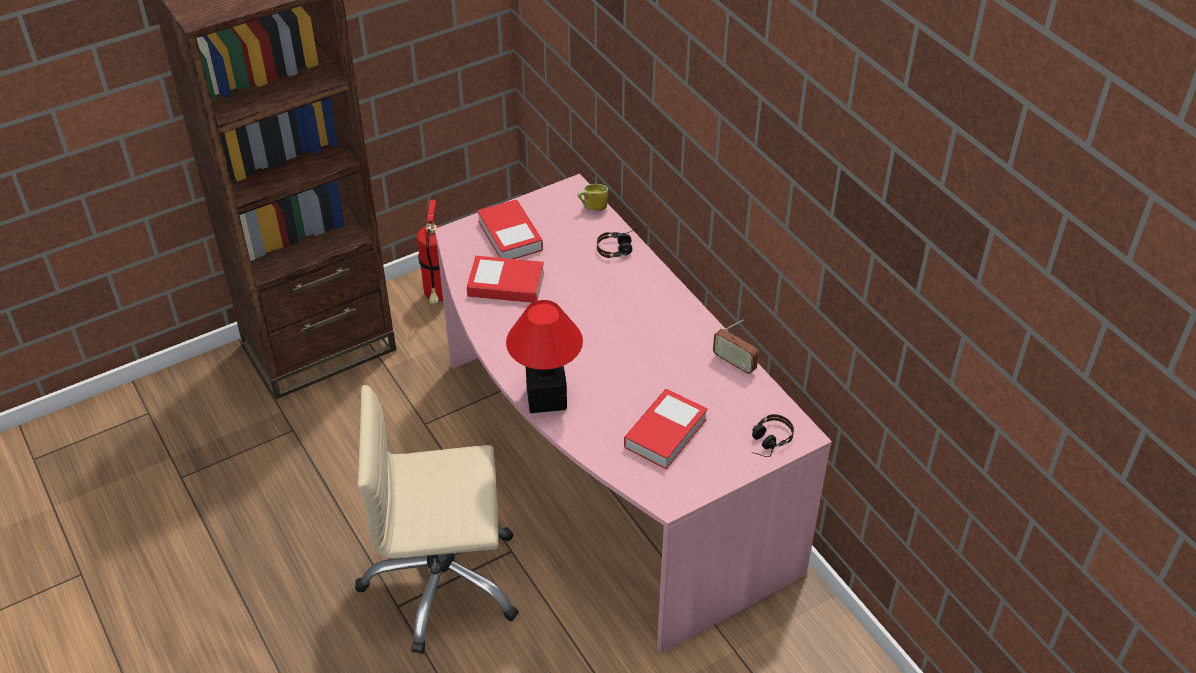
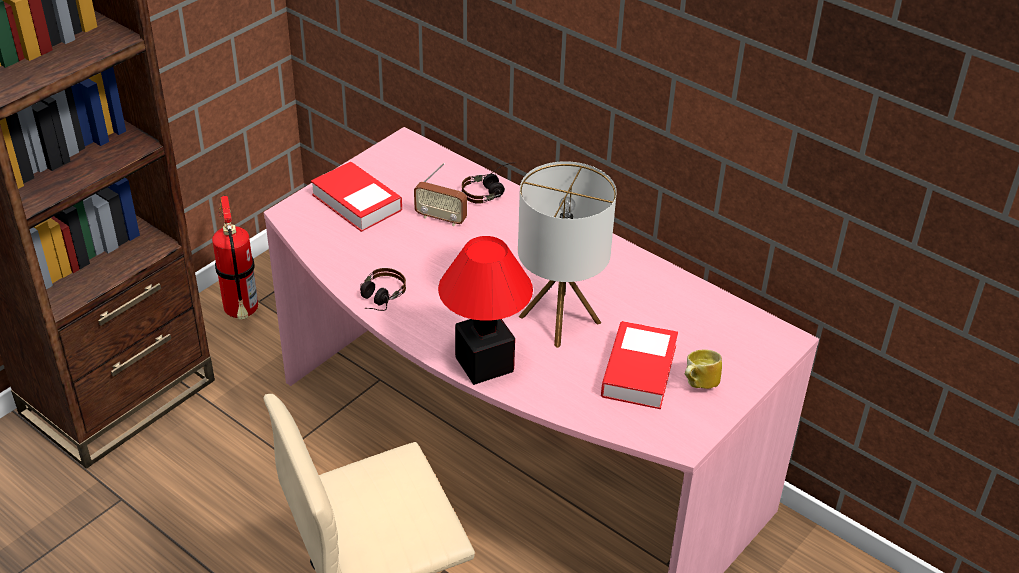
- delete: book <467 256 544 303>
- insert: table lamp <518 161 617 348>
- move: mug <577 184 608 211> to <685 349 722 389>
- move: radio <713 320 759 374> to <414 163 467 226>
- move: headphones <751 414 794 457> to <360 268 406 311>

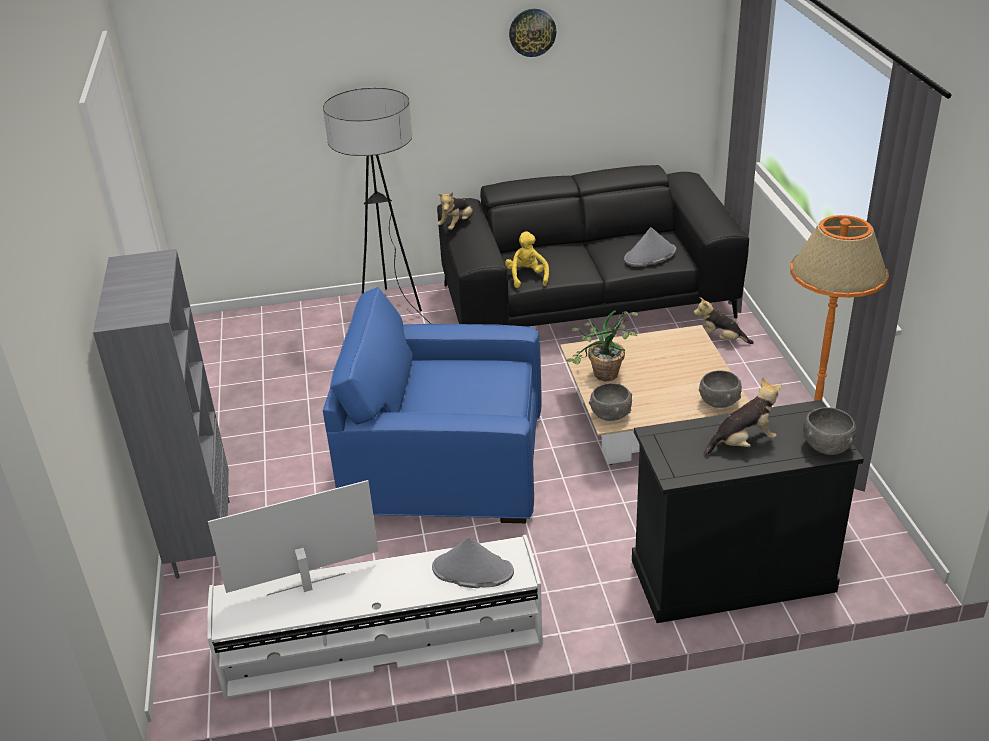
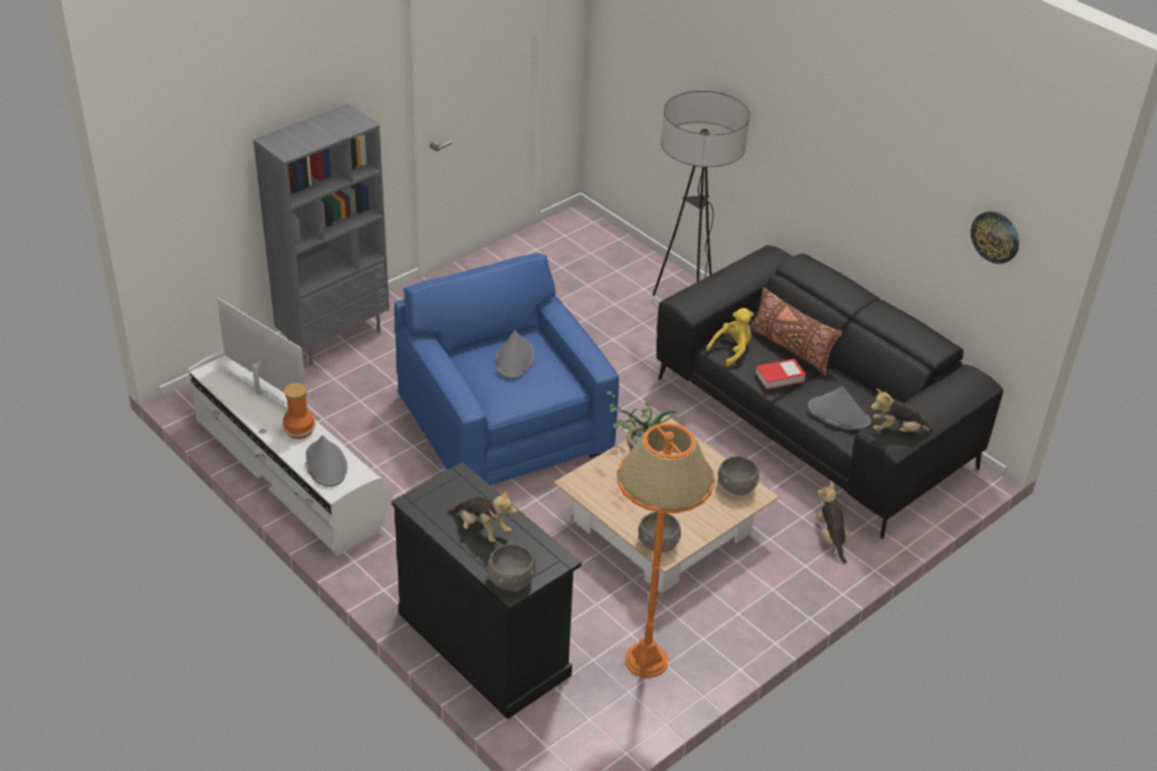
- insert: vase <282 383 316 439>
- insert: grey hat <495 330 534 379>
- insert: brown pillow <750 288 842 375>
- insert: book <755 359 806 390>
- move: plush toy <437 192 473 230> to <871 389 934 432>
- move: wall clock <509 9 556 57> to <971 211 1019 264>
- move: grey bowl <589 383 632 421> to <718 456 759 495>

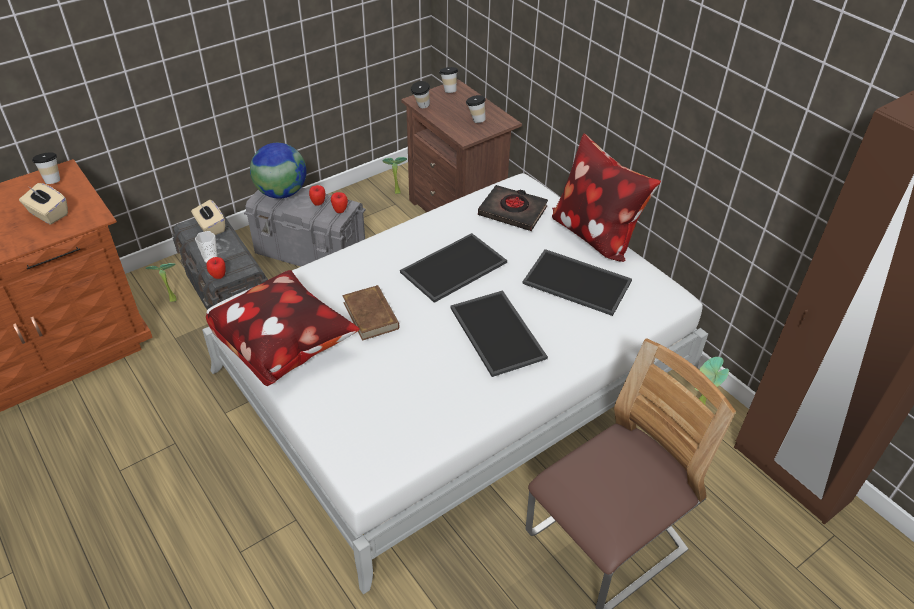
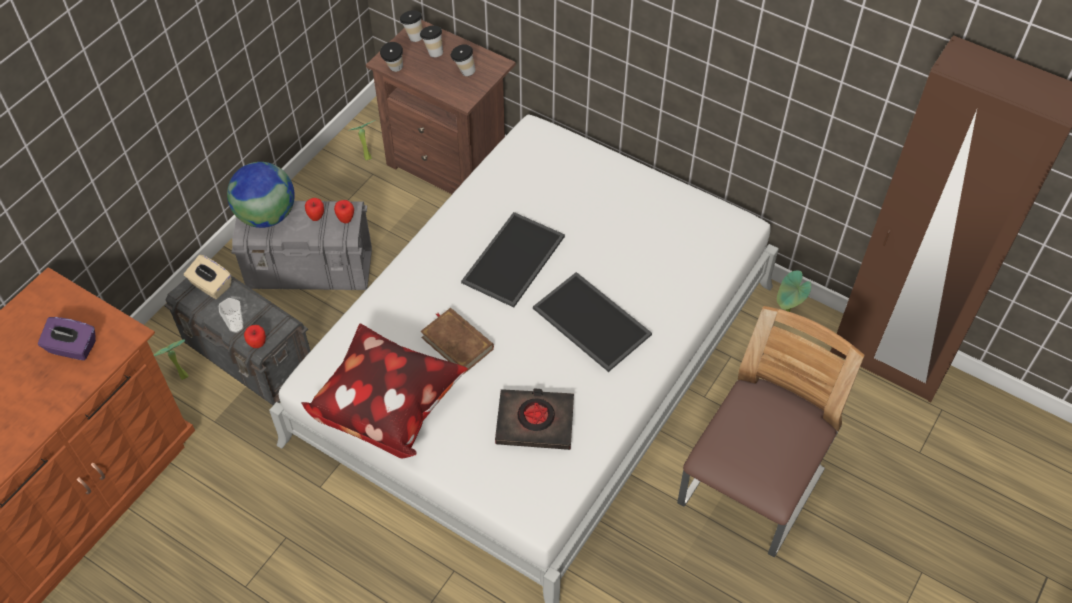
- delete: tray <522 249 632 316>
- delete: pillow <552 133 661 262>
- move: cup <32 152 60 184> to <420 25 443 57>
- move: black book <478 185 548 231> to <495 389 574 450>
- recolor: beige tissue box <19 183 68 224> to purple tissue box <38 317 96 360>

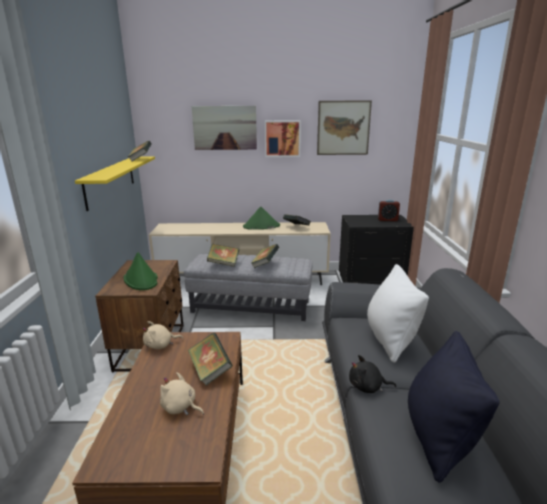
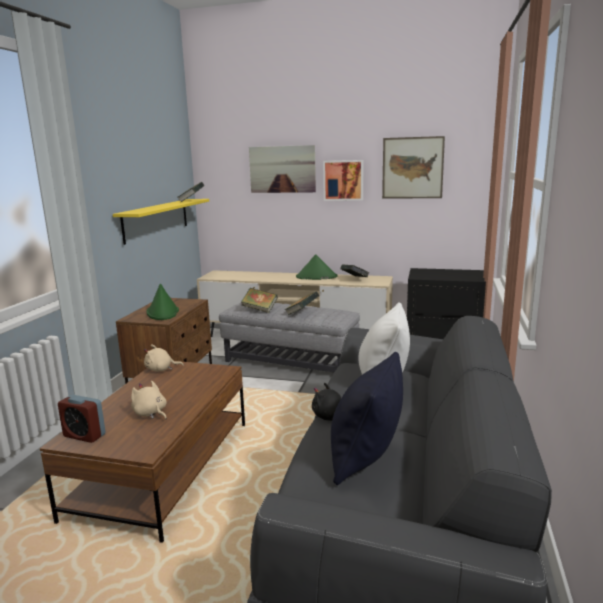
- delete: book <188 333 233 386>
- move: alarm clock <378 200 400 221> to <58 395 106 443>

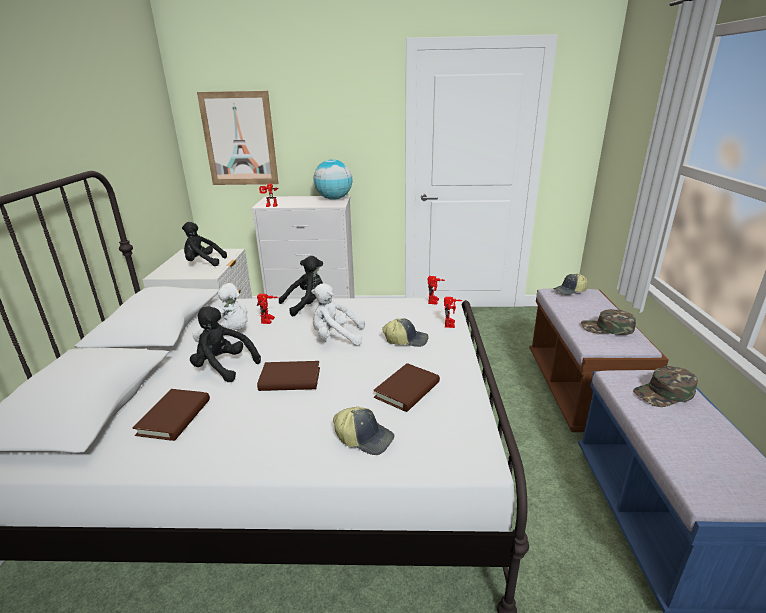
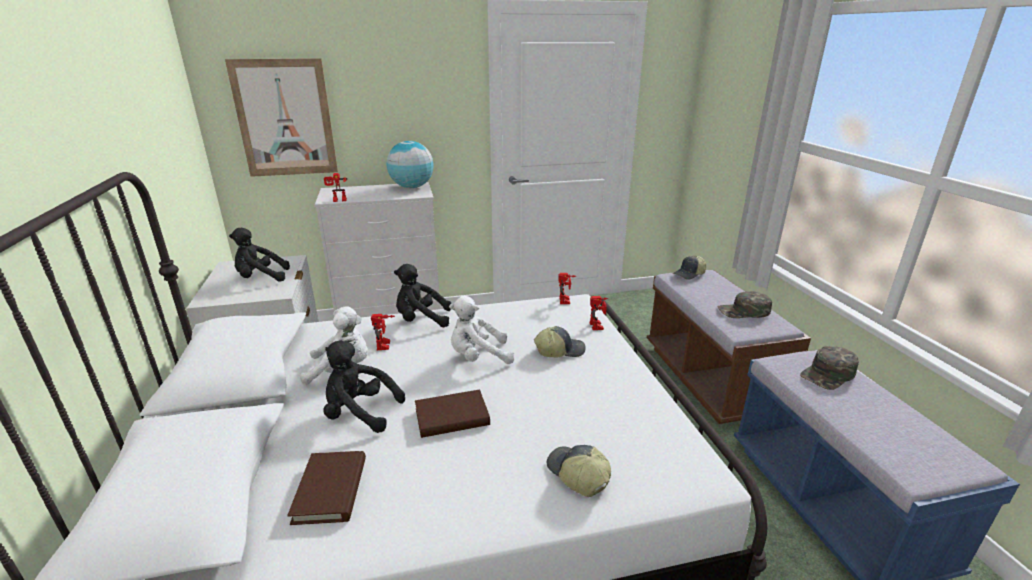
- delete: brown book <373 363 440 412>
- rotate: black plush toy <279 256 323 316> = <394 264 451 327> 135 degrees counterclockwise
- rotate: cap <333 407 395 455> = <547 445 611 497> 135 degrees counterclockwise

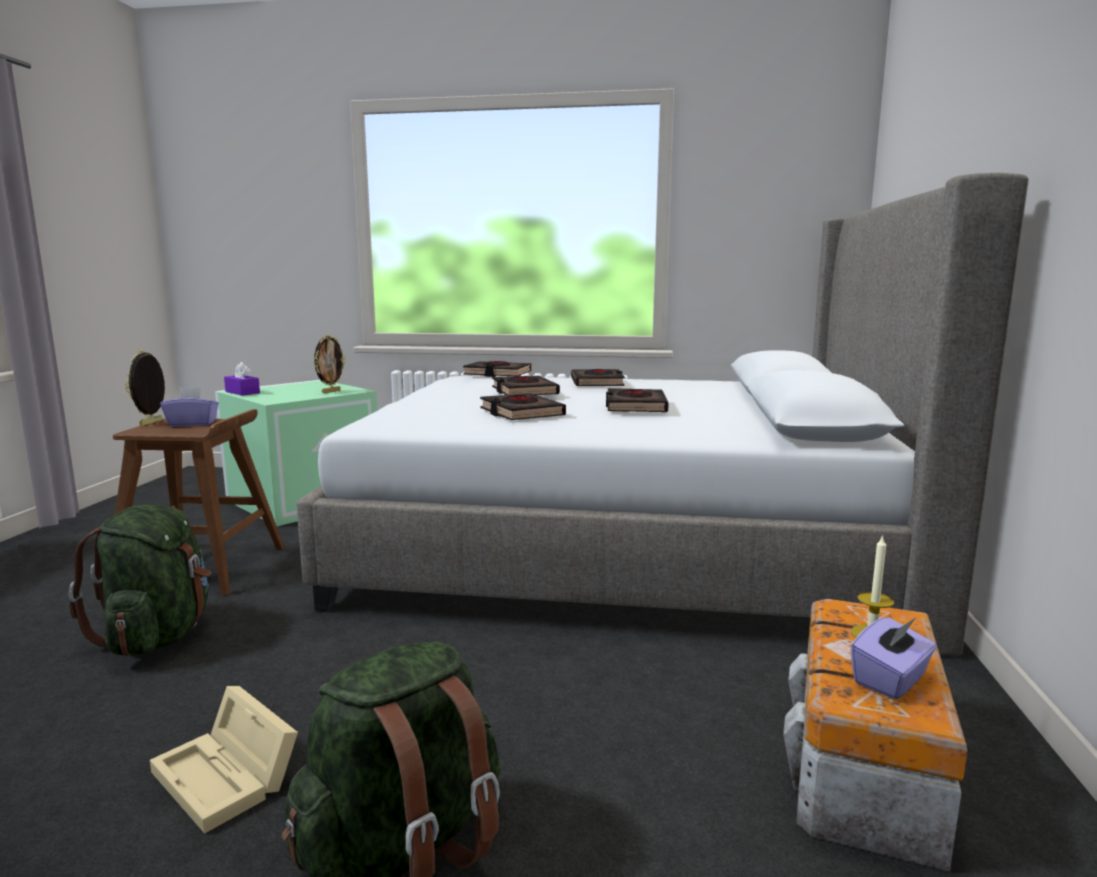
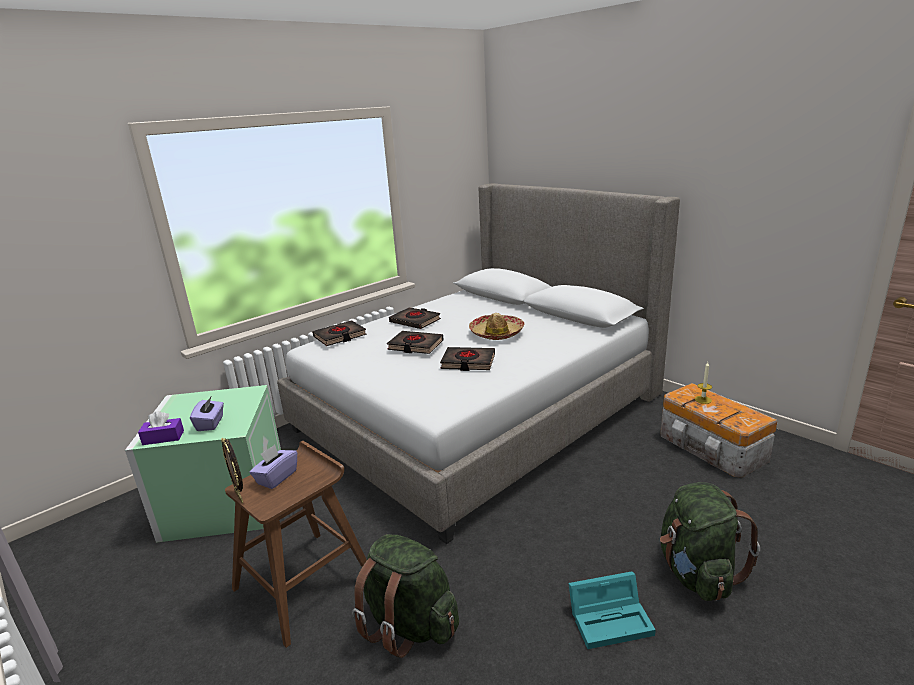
- delete: picture frame <313 334 346 393>
- move: purple tissue box <851 617 937 700> to <190 397 224 431>
- replace: black book <606 388 669 412> to hat <469 313 525 340>
- recolor: beige storage box <150 686 298 833> to turquoise storage box <568 571 656 649>

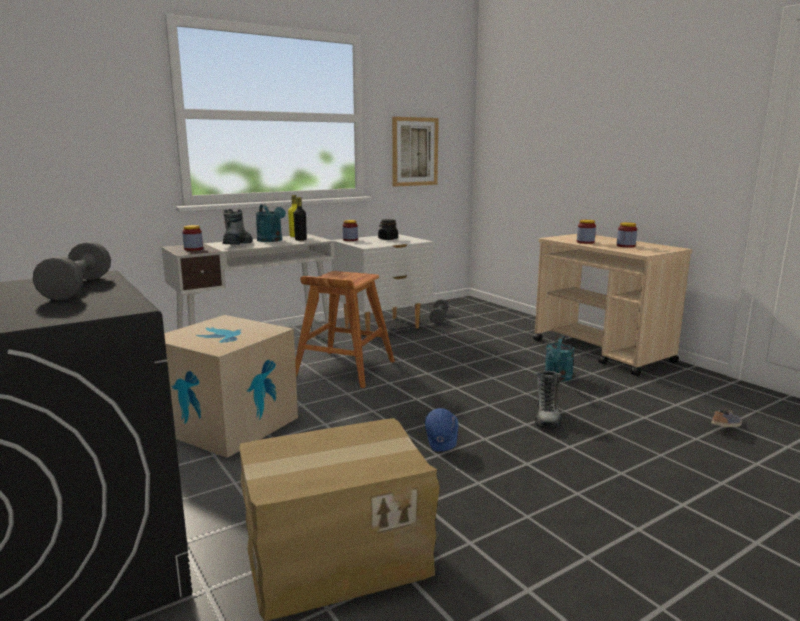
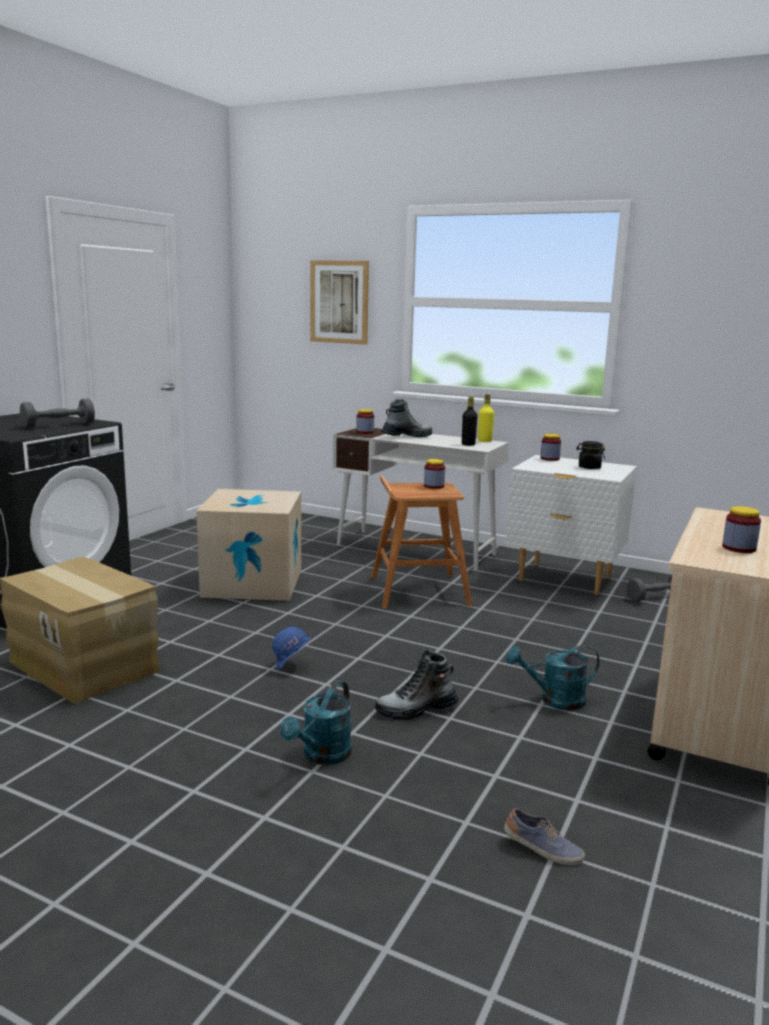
- move: turquoise watering can <255 204 286 242> to <280 681 352 765>
- move: picture <392 117 439 187> to <310 260 369 345>
- move: jar <577 220 596 244> to <424 459 445 489>

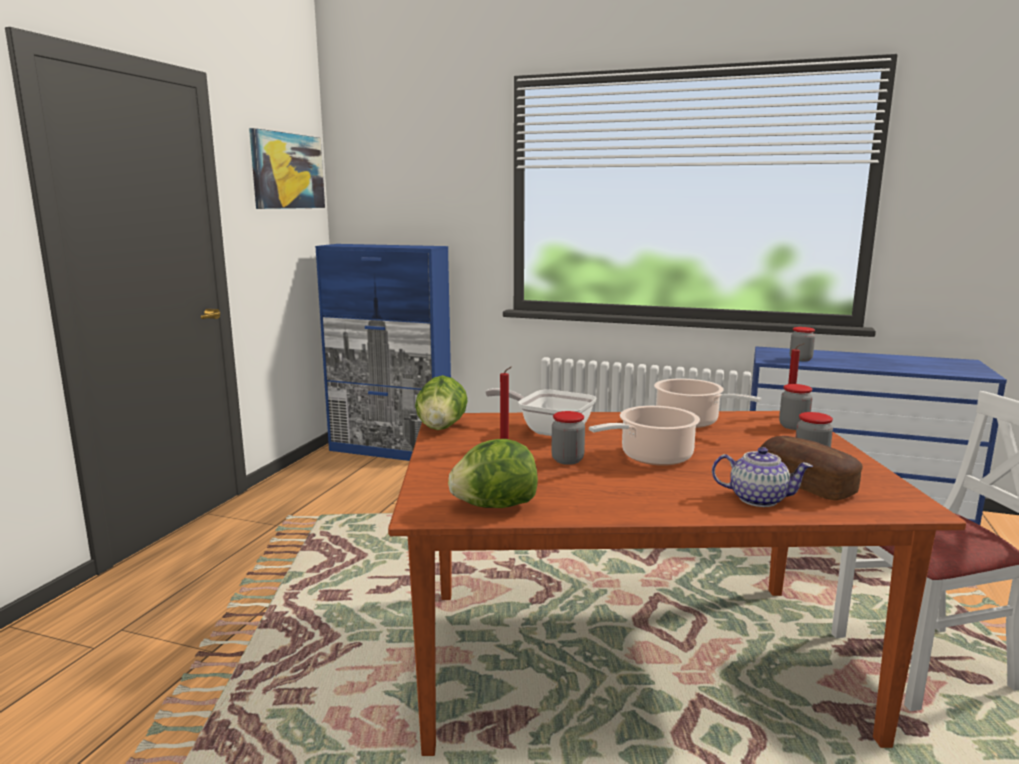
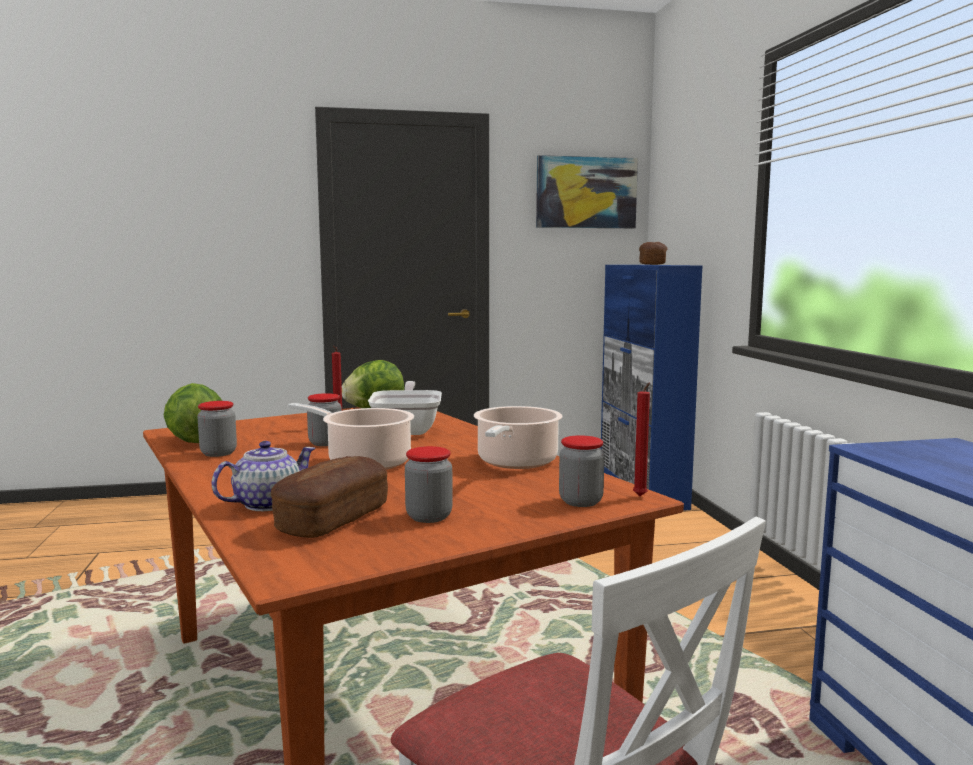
- insert: bread <639 242 668 265>
- move: jar <790 327 815 361> to <197 401 237 457>
- rotate: teapot <712 447 813 507> = <212 441 316 511> 120 degrees counterclockwise

